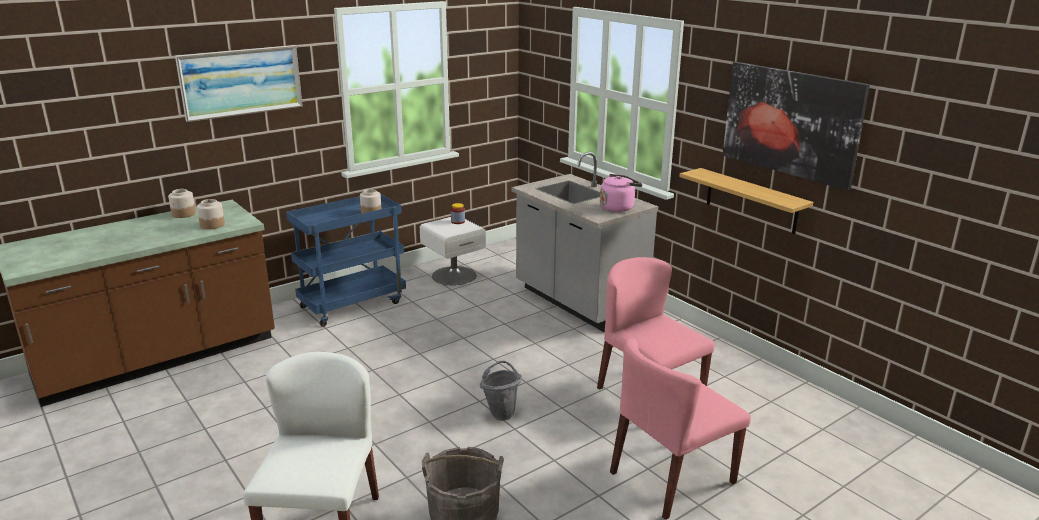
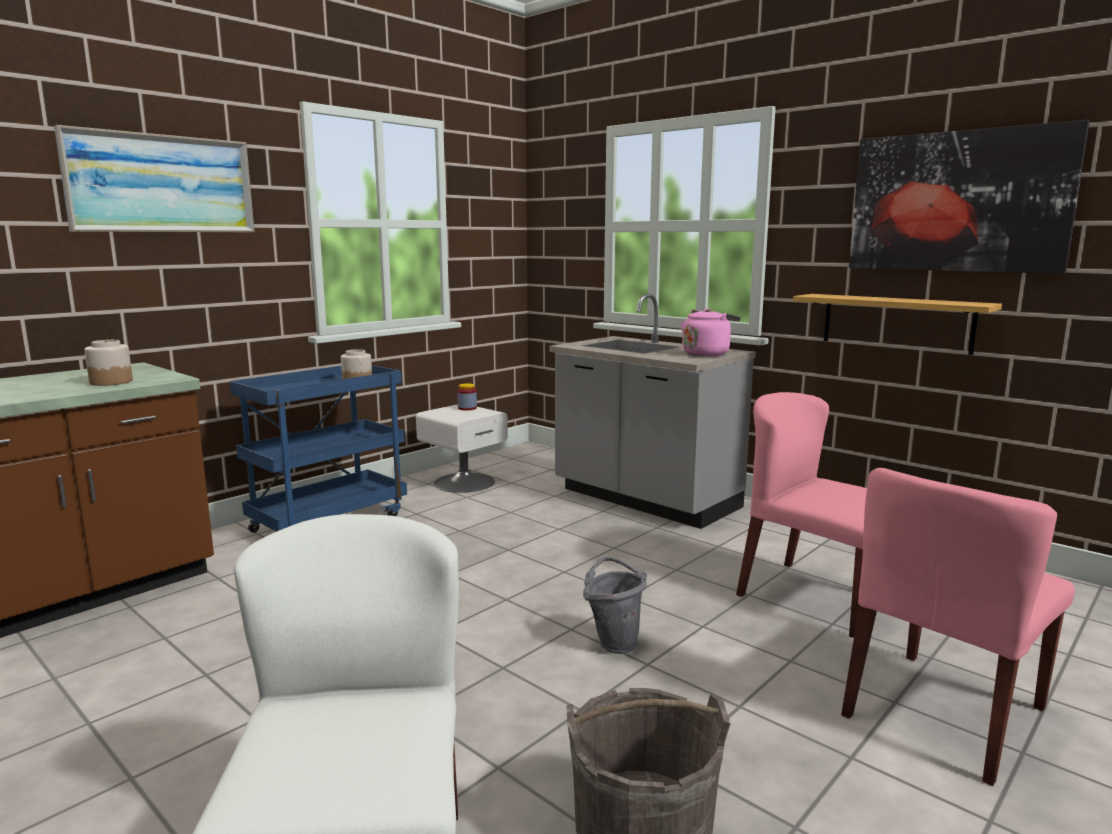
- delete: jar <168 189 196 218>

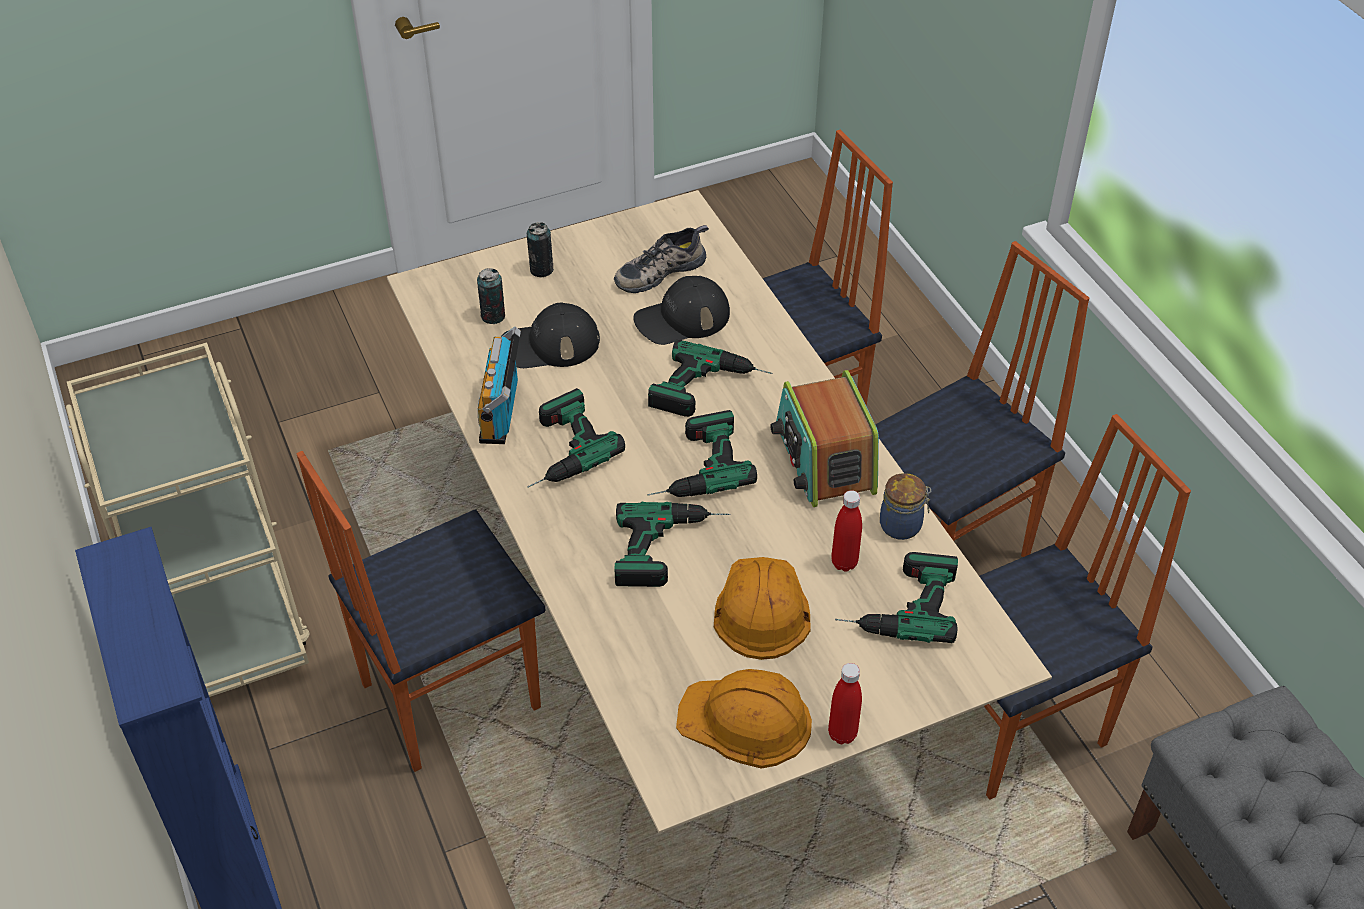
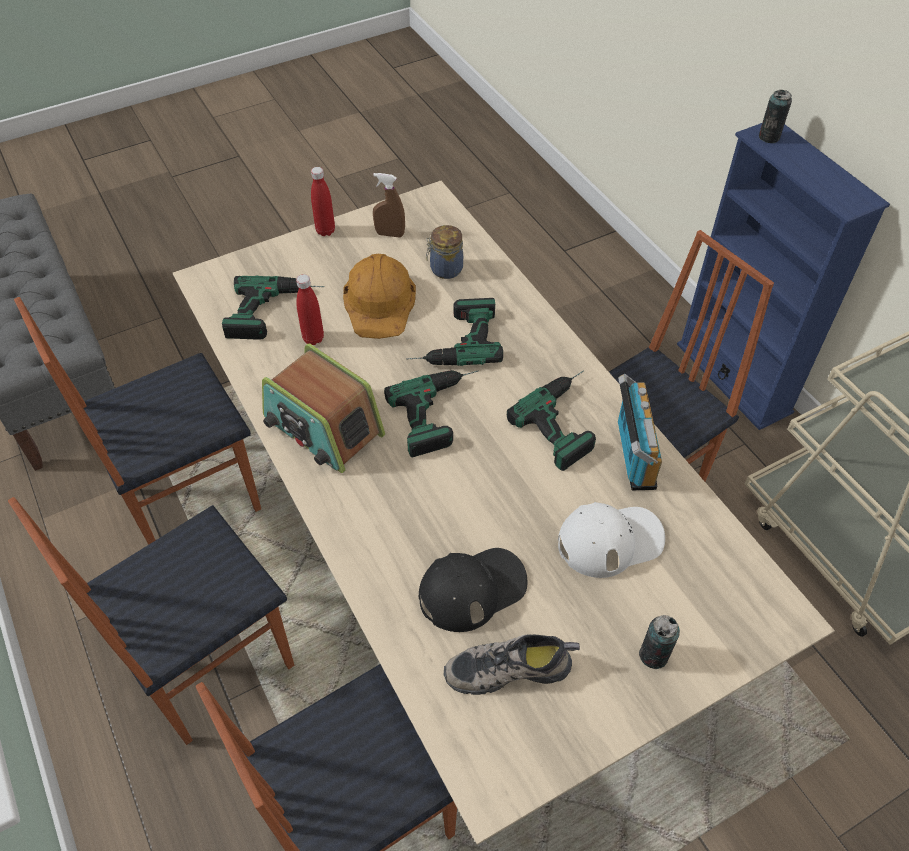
- delete: power drill <648 340 773 417>
- move: can <477 268 505 324> to <759 90 792 143>
- move: jar <880 473 931 540> to <426 225 463 279>
- replace: orange hard hat <676 669 812 768> to brown spray bottle <373 173 405 238>
- recolor: black cap <501 303 600 368> to white cap <558 502 665 578>
- rotate: shoe <614 225 709 293> = <444 635 580 695> 150 degrees counterclockwise
- rotate: radio <770 370 879 507> = <262 344 385 473> 150 degrees clockwise

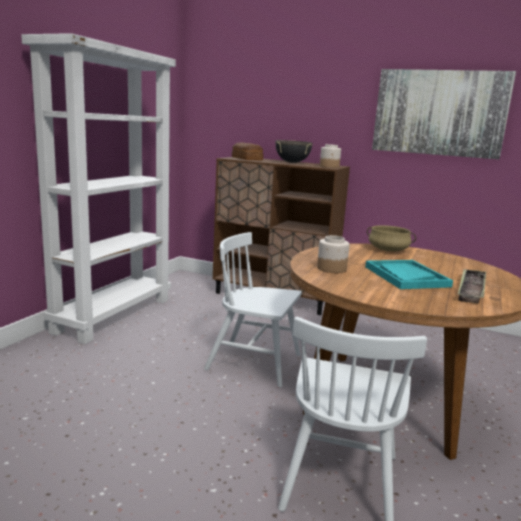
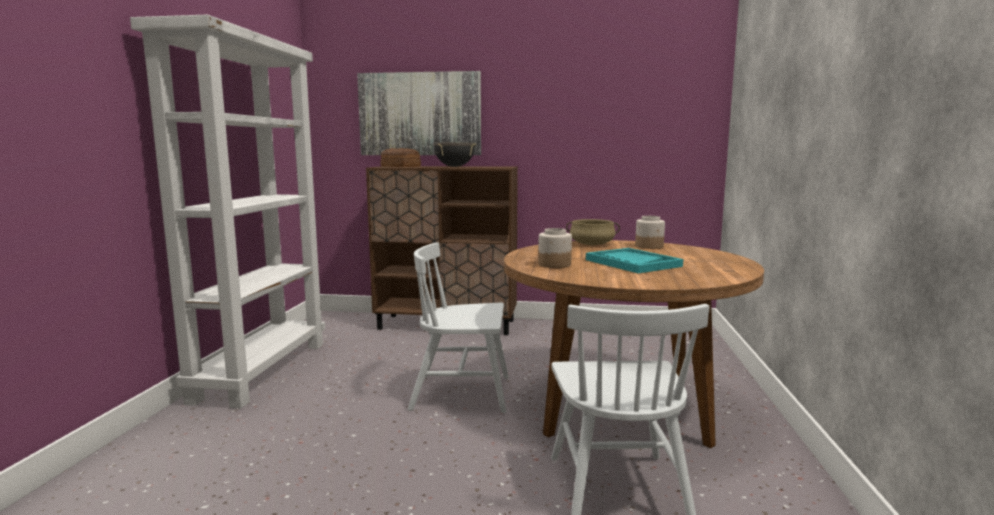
- delete: tray <458 269 486 303>
- move: jar <320 144 341 168> to <635 216 665 249>
- move: picture <372 69 516 159> to <357 71 481 155>

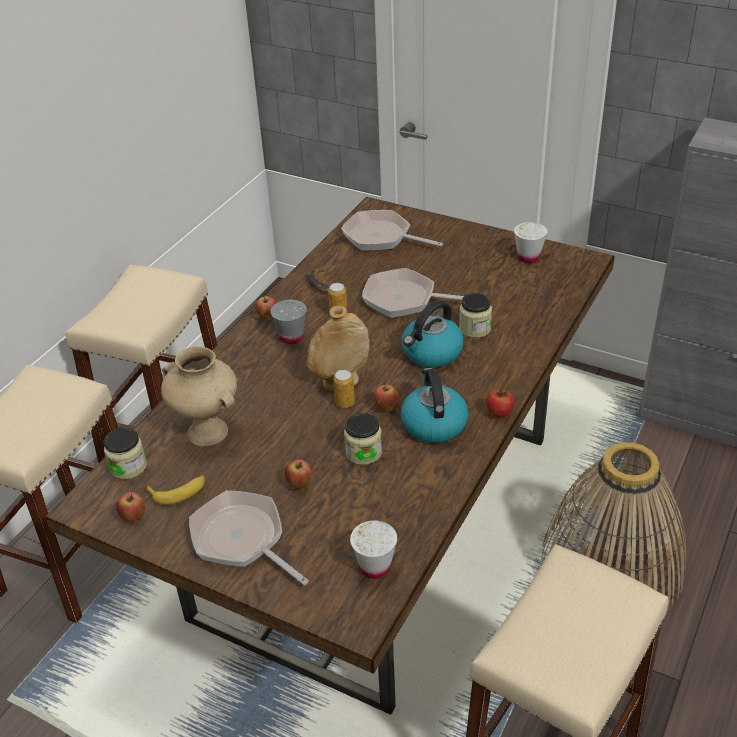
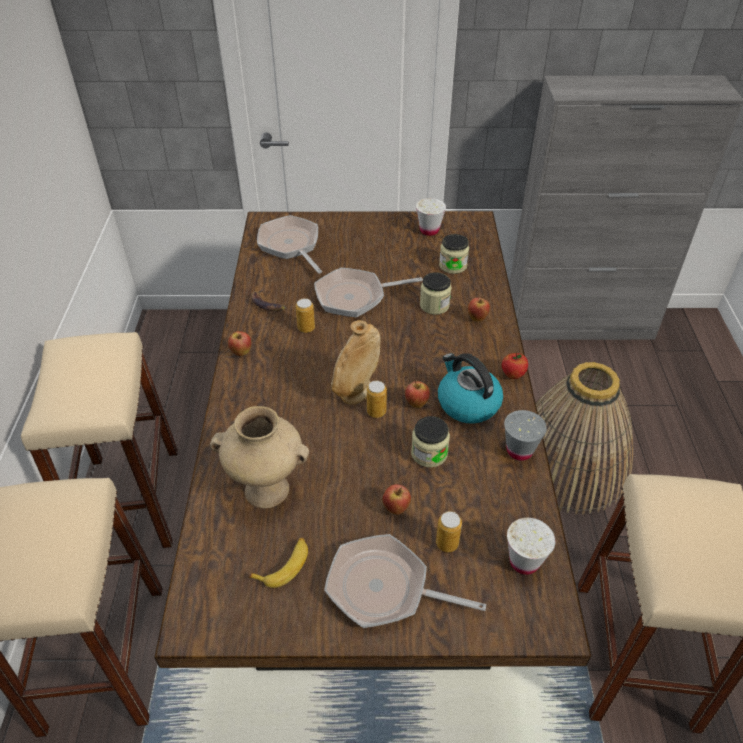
- delete: kettle <402 300 464 368>
- insert: can <436 511 462 552>
- move: jar <104 428 147 480> to <439 234 469 274>
- move: apple <116 492 145 523> to <468 296 490 321>
- move: grey cup <270 299 307 344> to <504 410 547 461>
- rotate: frying pan <341 210 443 251> = <257 215 322 274> 60 degrees clockwise

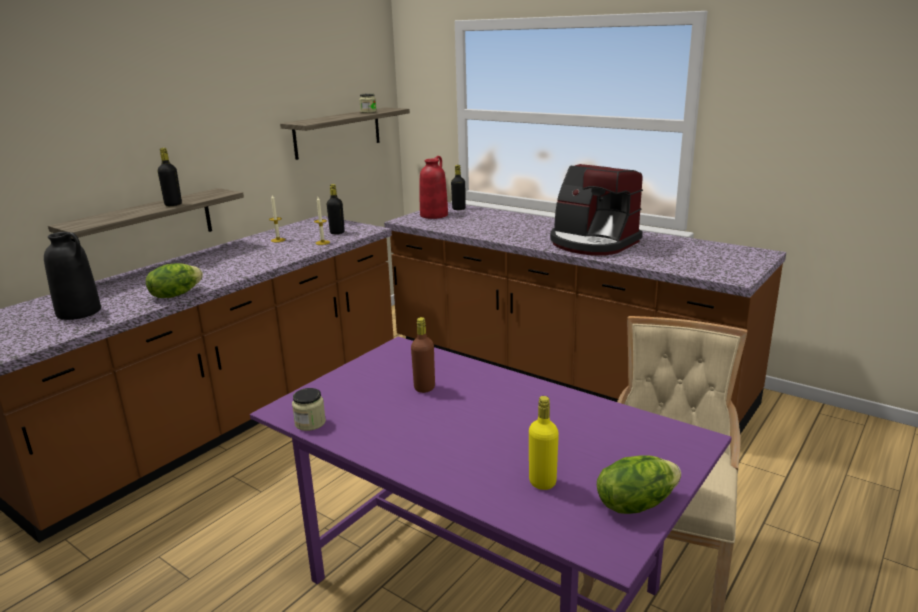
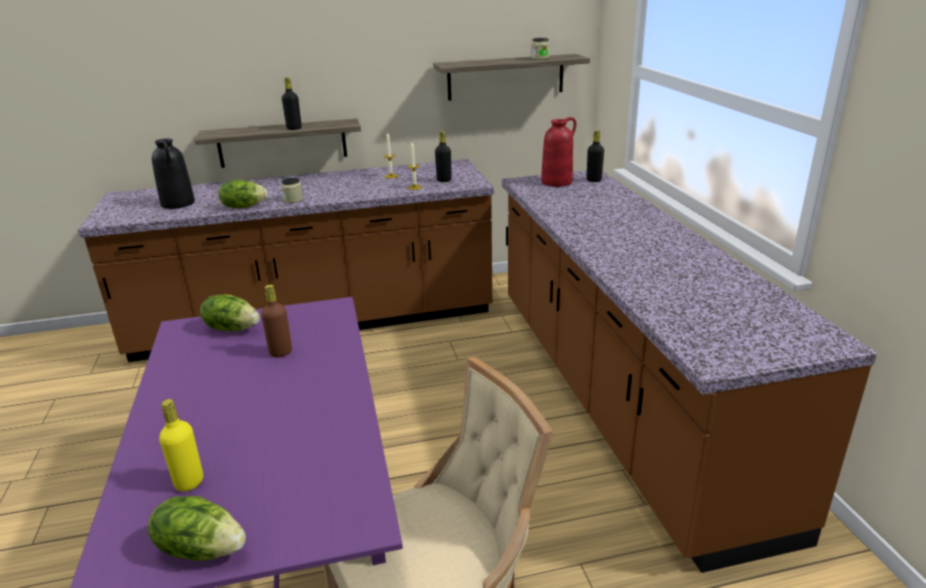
- delete: coffee machine <550 164 643 256>
- insert: lettuce <200 294 260 331>
- move: jar <292 388 326 431> to <281 177 303 203>

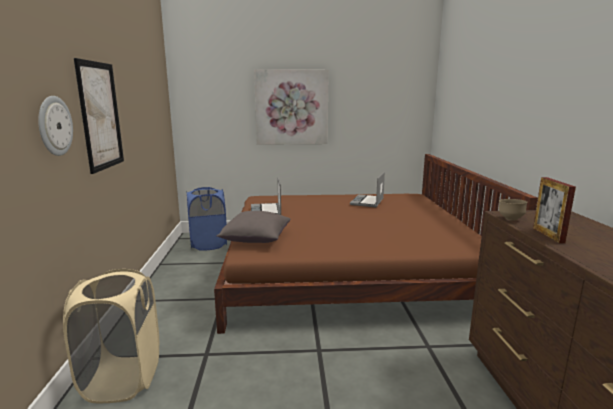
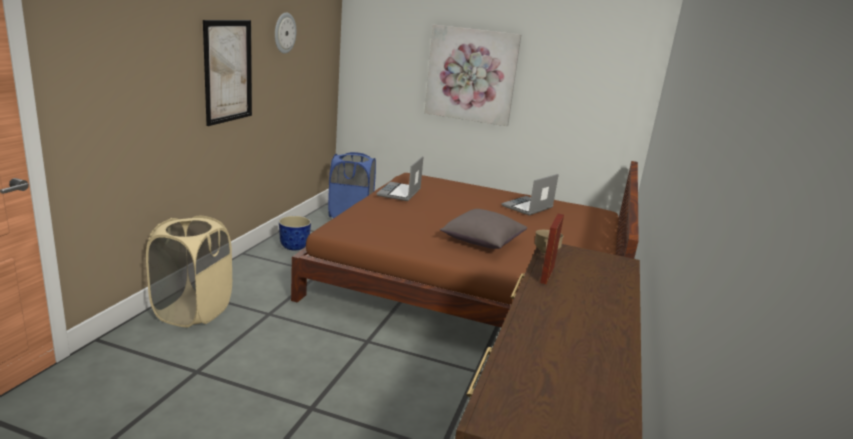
- insert: planter <279 216 311 250>
- move: wall clock <38 96 73 156> to <275 13 296 54>
- move: grey pillow <216 211 290 243> to <439 209 527 249>

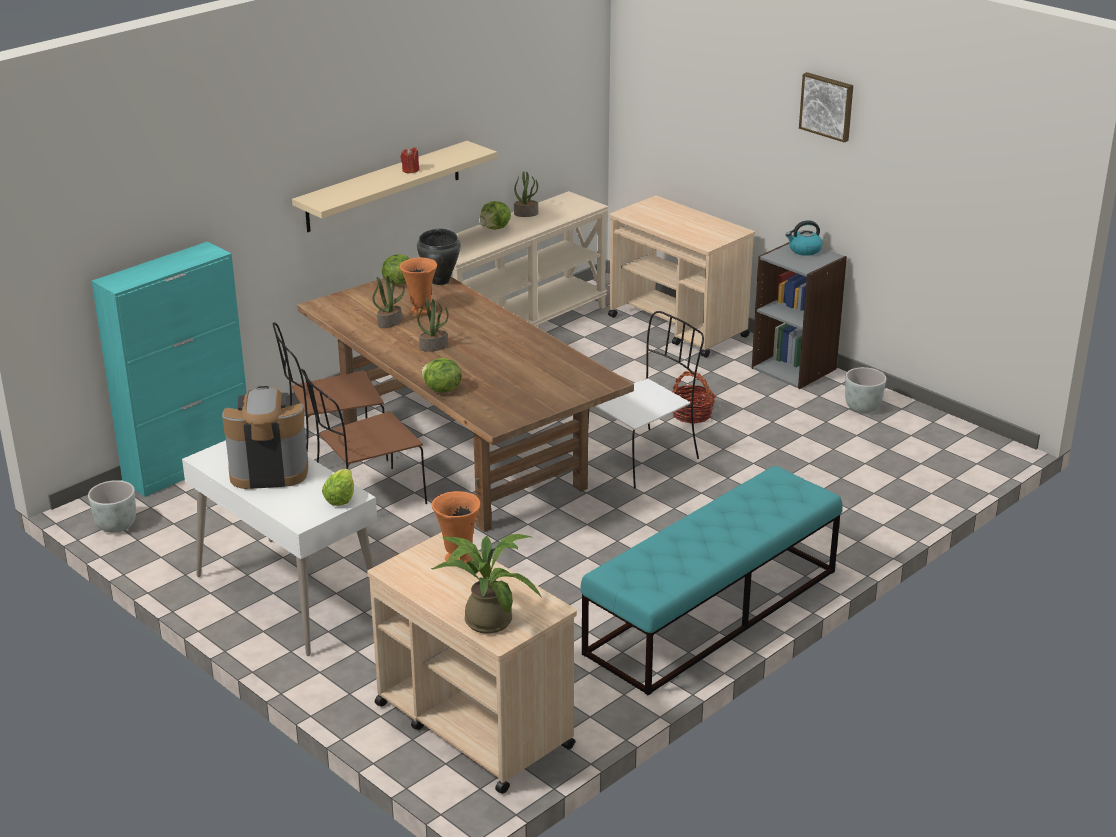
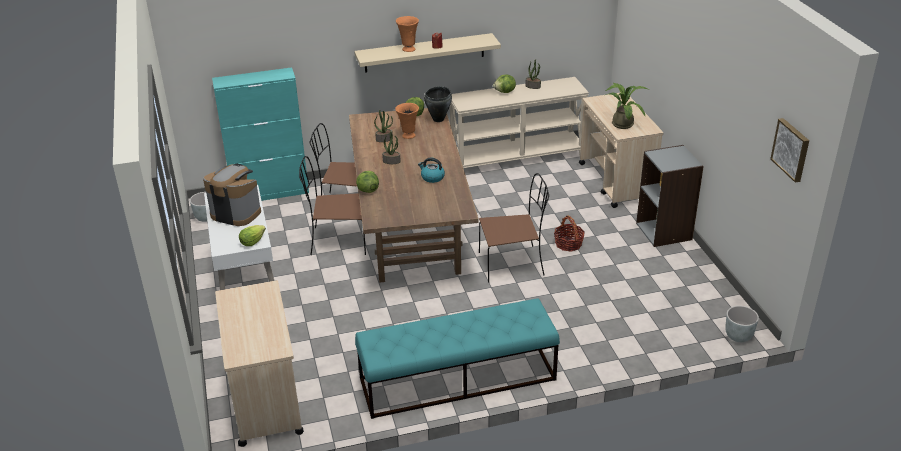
- move: orange vase <431 491 480 563> to <396 16 419 52>
- move: potted plant <431 534 542 634> to <605 83 648 129>
- move: kettle <786 220 823 256> to <418 158 445 183>
- move: picture <799 72 853 142> to <770 118 809 183>
- move: grey planter <845 367 886 413> to <725 306 759 342>
- recolor: white chair <588 311 704 489> to brown chair <479 173 549 283>

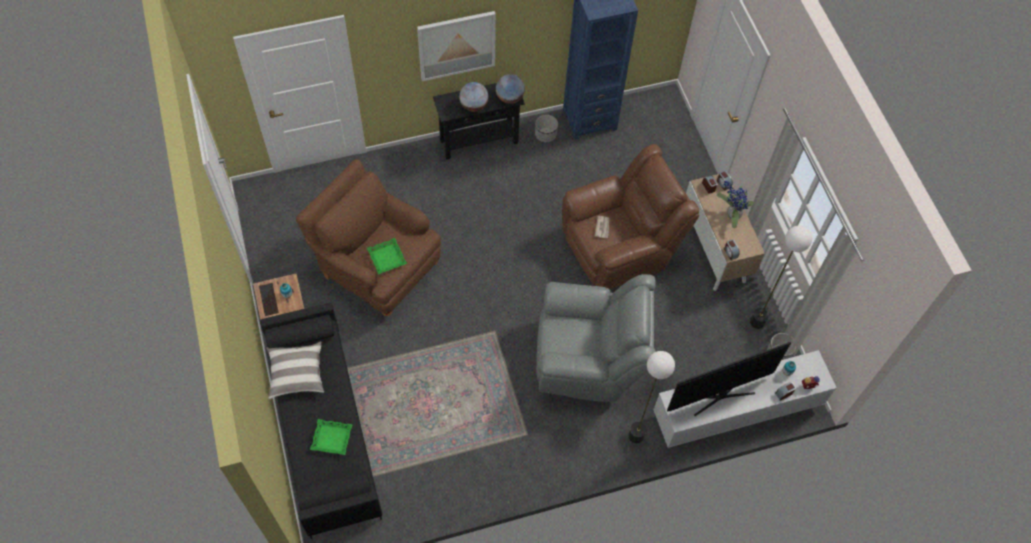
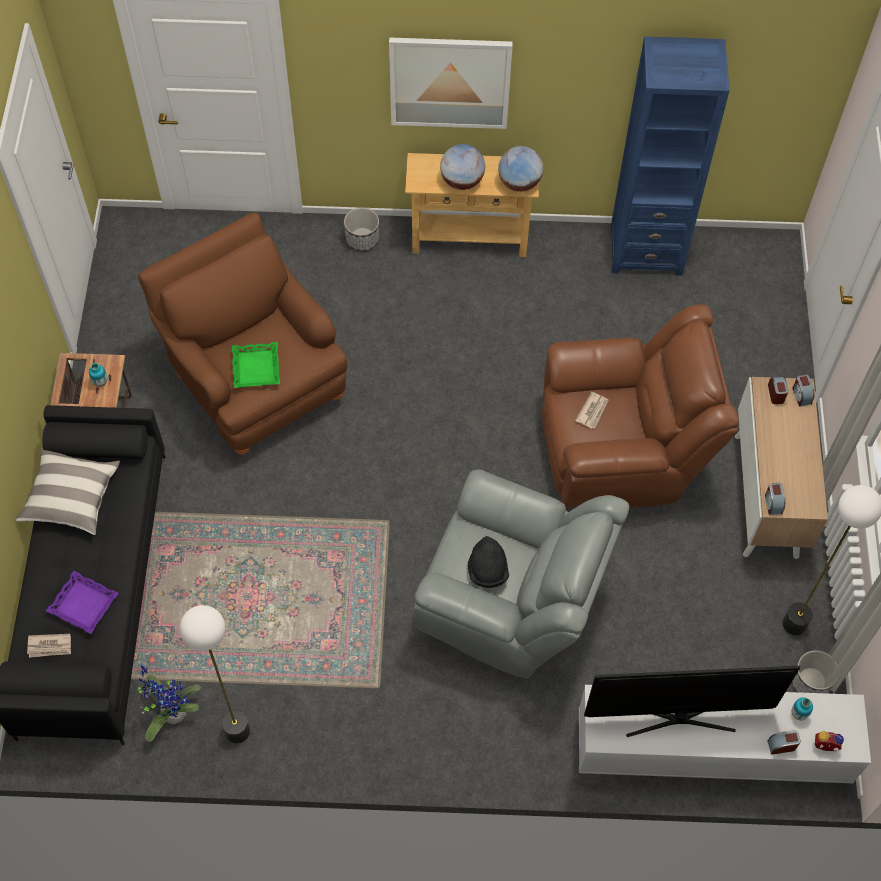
- insert: newspaper <27 634 71 658>
- insert: black hat <468 536 509 588>
- move: planter <535 115 558 143> to <344 207 379 251>
- move: floor lamp <628 351 675 443> to <180 605 250 743>
- move: potted plant <716 181 754 228> to <138 663 201 742>
- recolor: green tray <310 419 353 455> to purple tray <46 571 118 634>
- recolor: black console table <433 83 525 160> to beige console table <405 153 539 257>

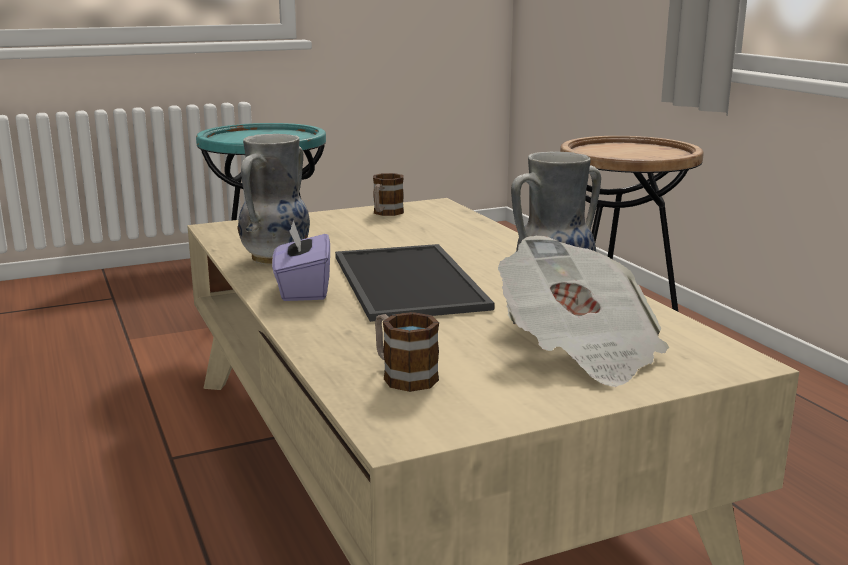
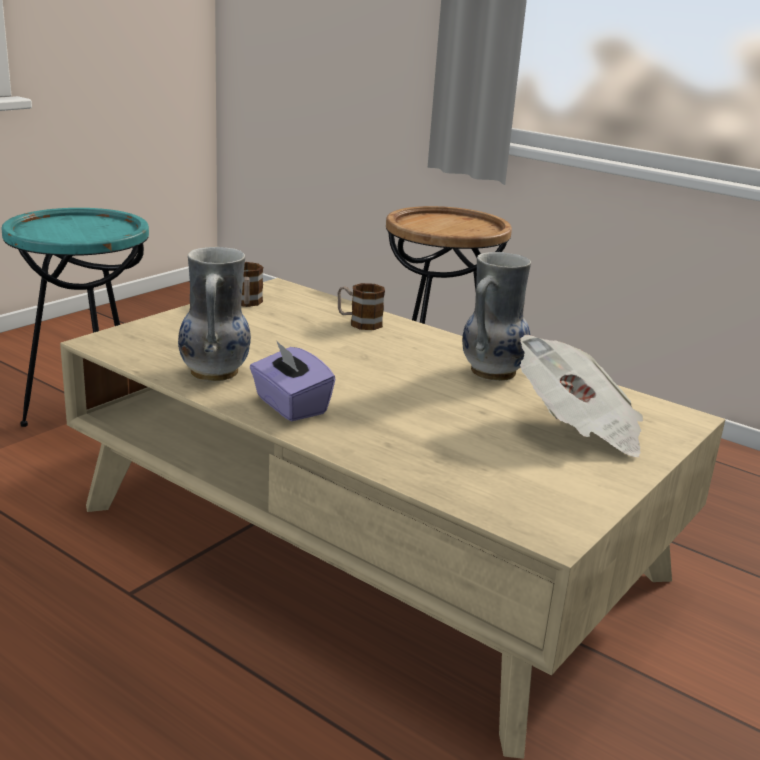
- delete: tray <335 244 495 322>
- move: mug <375 312 439 392> to <337 283 385 330>

